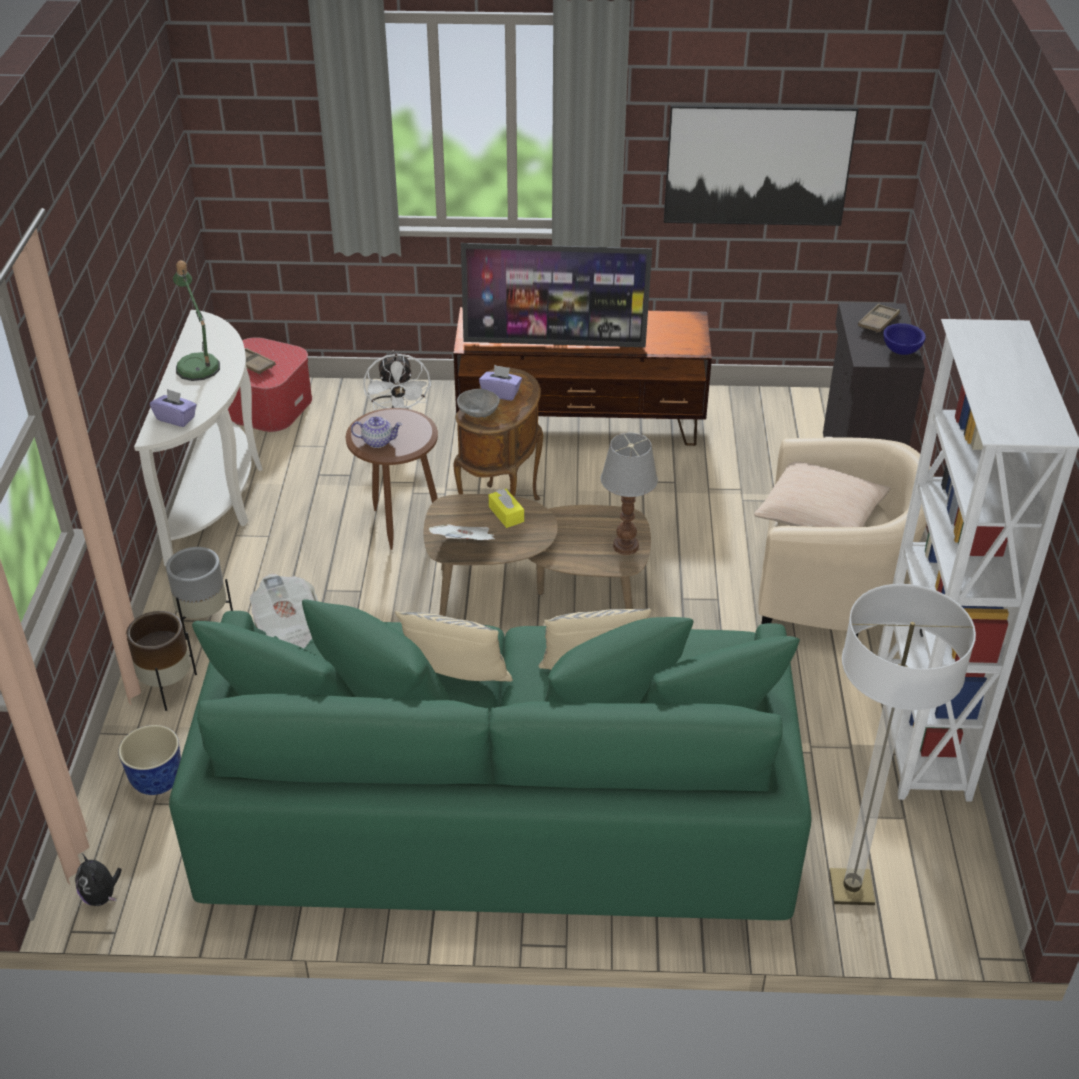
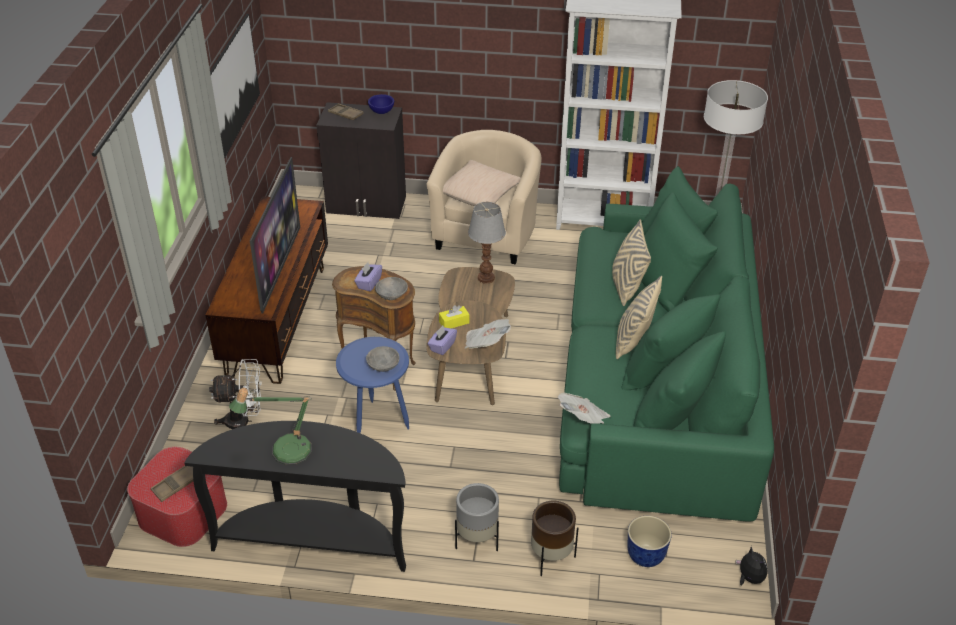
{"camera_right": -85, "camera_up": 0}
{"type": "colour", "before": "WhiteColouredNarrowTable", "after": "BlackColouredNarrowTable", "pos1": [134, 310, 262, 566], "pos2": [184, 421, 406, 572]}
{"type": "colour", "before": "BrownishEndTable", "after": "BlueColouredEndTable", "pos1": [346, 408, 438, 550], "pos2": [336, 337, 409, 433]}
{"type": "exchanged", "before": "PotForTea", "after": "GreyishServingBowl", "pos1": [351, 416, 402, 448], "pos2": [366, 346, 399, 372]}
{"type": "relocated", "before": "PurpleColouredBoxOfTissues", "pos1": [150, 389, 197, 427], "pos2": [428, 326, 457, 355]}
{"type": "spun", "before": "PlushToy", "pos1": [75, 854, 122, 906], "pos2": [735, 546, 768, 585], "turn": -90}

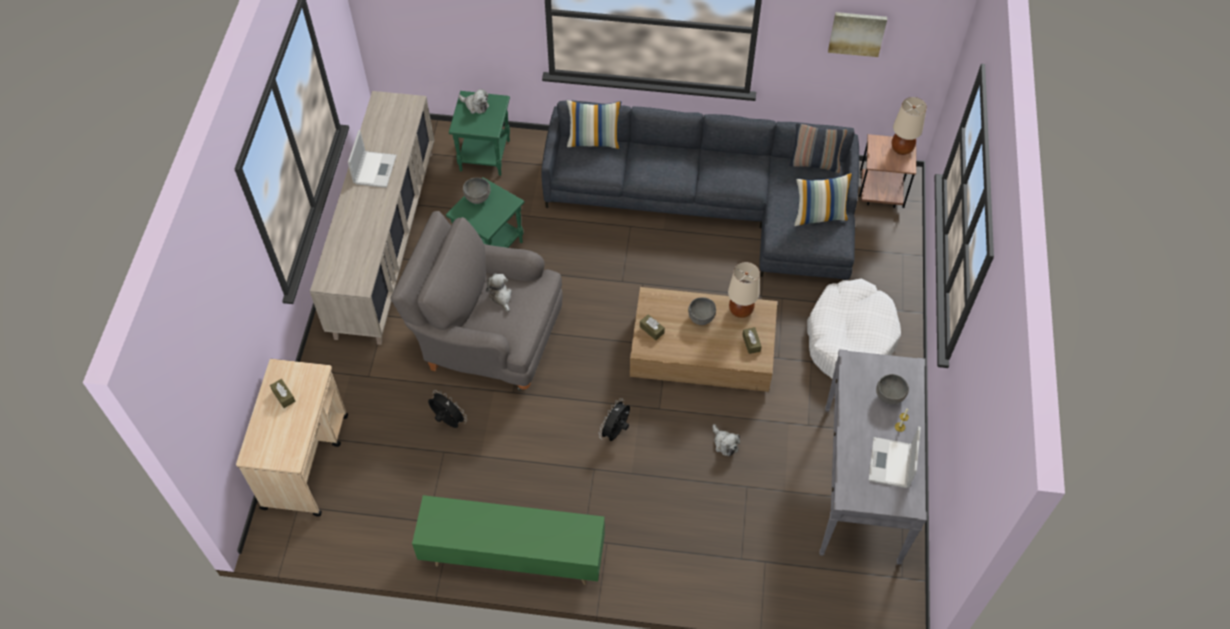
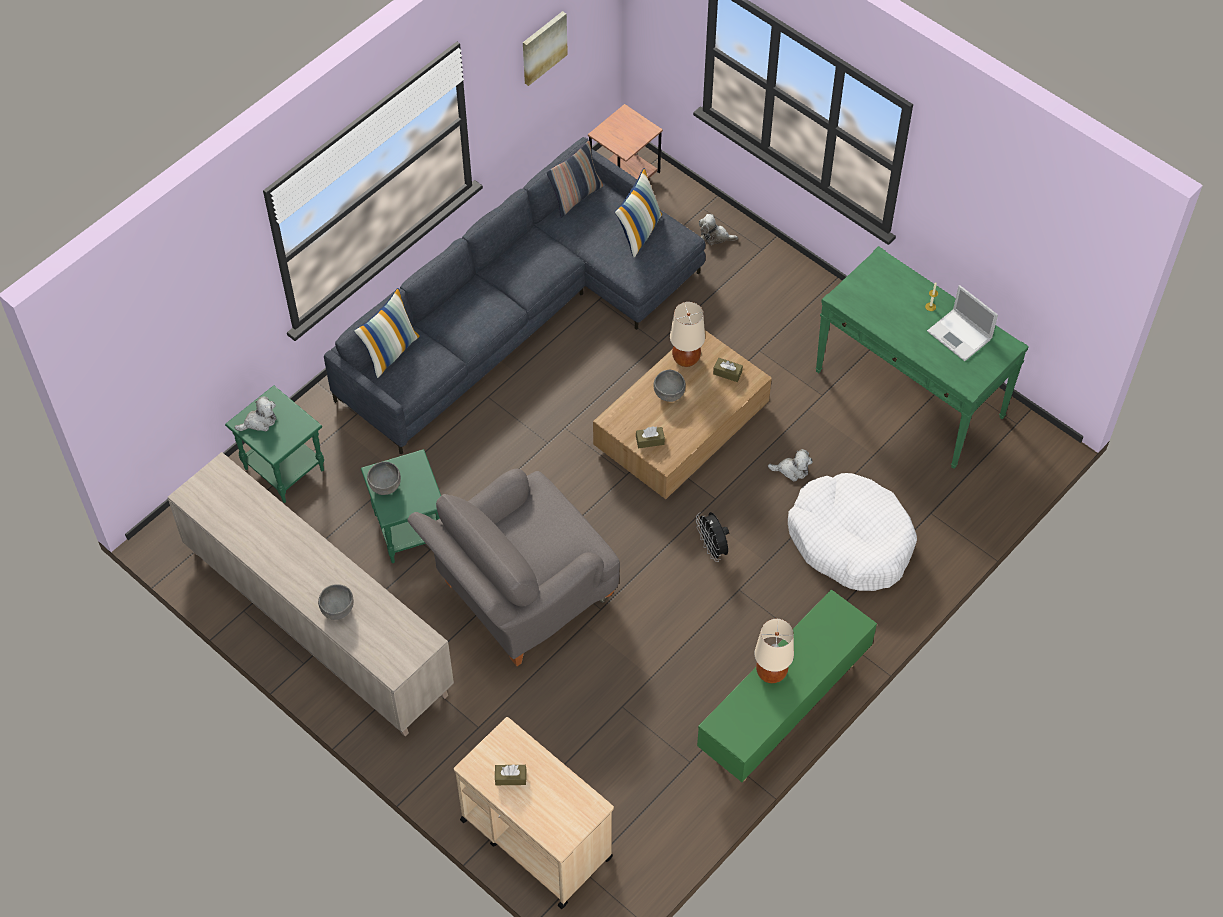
{"camera_right": -55, "camera_up": 0}
{"type": "relocated", "before": "GreyishServingBowl", "pos1": [876, 374, 909, 405], "pos2": [318, 584, 354, 620]}
{"type": "relocated", "before": "PlushToy", "pos1": [486, 274, 512, 312], "pos2": [699, 214, 738, 245]}
{"type": "relocated", "before": "SandColouredTabletopLamp", "pos1": [892, 97, 927, 155], "pos2": [755, 619, 794, 683]}
{"type": "relocated", "before": "WhiteColouredDogCushion", "pos1": [807, 279, 901, 379], "pos2": [788, 473, 917, 591]}
{"type": "colour", "before": "GreyishNarrowTable", "after": "GreenColouredNarrowTable", "pos1": [820, 349, 927, 565], "pos2": [815, 246, 1029, 469]}
{"type": "missing", "before": "Laptop", "pos1": [348, 130, 397, 188]}
{"type": "missing", "before": "BlackColouredFan", "pos1": [428, 390, 467, 428]}

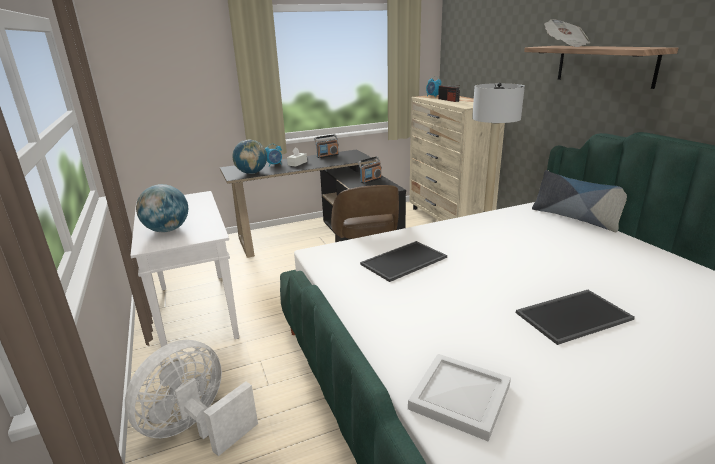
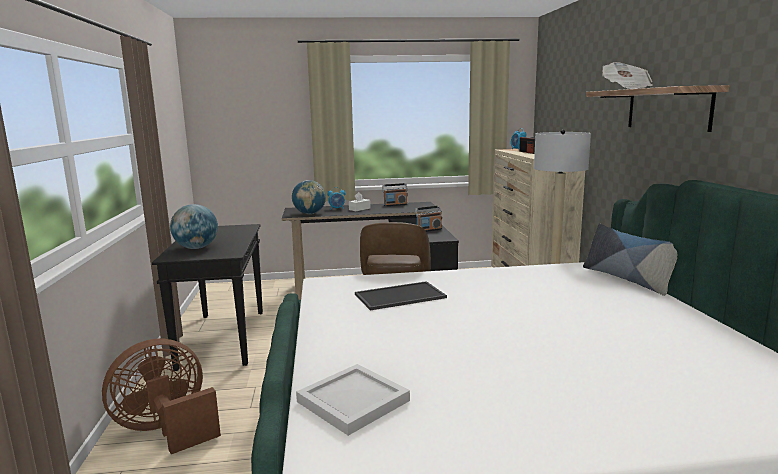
{"camera_right": 15, "camera_up": -10}
{"type": "colour", "before": "WhiteColouredFan", "after": "BrownishFan", "pos1": [125, 340, 258, 456], "pos2": [102, 339, 221, 454]}
{"type": "colour", "before": "WhiteColouredNarrowTable", "after": "BlackColouredNarrowTable", "pos1": [130, 191, 239, 347], "pos2": [152, 224, 263, 371]}
{"type": "missing", "before": "CarryingTray", "pos1": [516, 290, 635, 345]}

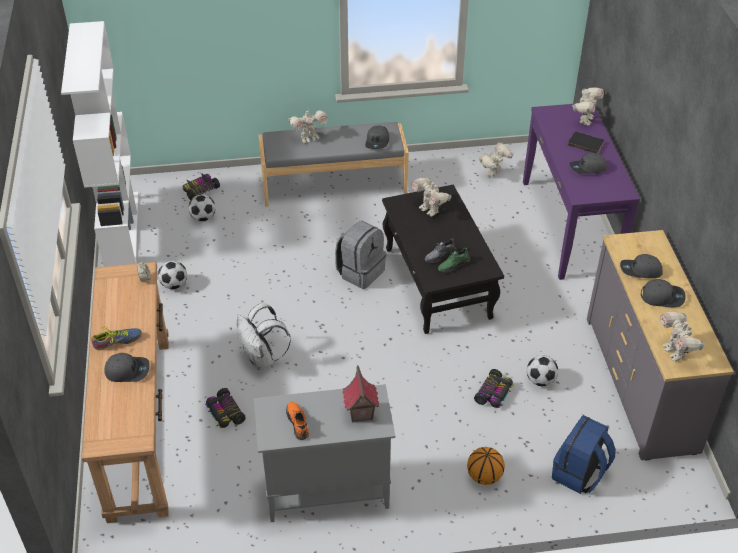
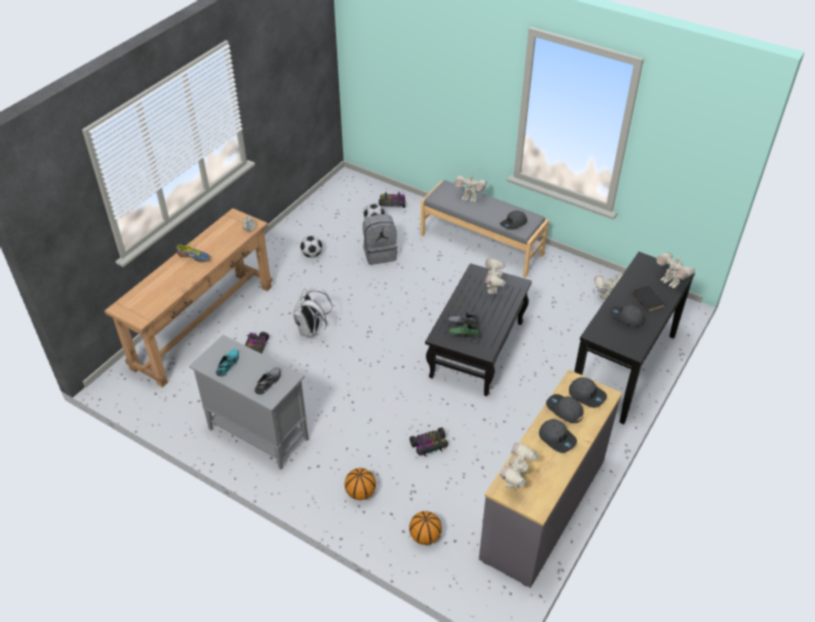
{"camera_right": 40, "camera_up": 0}
{"type": "colour", "before": "OrangeyLowShoe", "after": "BlueGreenLowShoe", "pos1": [286, 402, 309, 440], "pos2": [216, 349, 239, 376]}
{"type": "exchanged", "before": "MiniatureHouse", "after": "GreyishLowShoe", "pos1": [342, 365, 379, 423], "pos2": [255, 367, 281, 395]}
{"type": "relocated", "before": "GreyishBackpack", "pos1": [335, 221, 387, 289], "pos2": [363, 214, 398, 265]}
{"type": "exchanged", "before": "BlueColouredBackpack", "after": "BallForBasketball", "pos1": [552, 415, 616, 494], "pos2": [409, 511, 442, 545]}
{"type": "relocated", "before": "GreyishPeakedCap", "pos1": [104, 353, 150, 382], "pos2": [569, 377, 607, 408]}
{"type": "colour", "before": "PurpleColouredNarrowTable", "after": "BlackColouredNarrowTable", "pos1": [523, 104, 640, 280], "pos2": [574, 252, 695, 424]}
{"type": "spun", "before": "ModelRobot", "pos1": [572, 87, 604, 126], "pos2": [656, 252, 695, 288], "turn": 75}
{"type": "missing", "before": "WhiteColouredShelvingUnit", "pos1": [61, 21, 138, 267]}
{"type": "missing", "before": "Football", "pos1": [527, 355, 558, 386]}

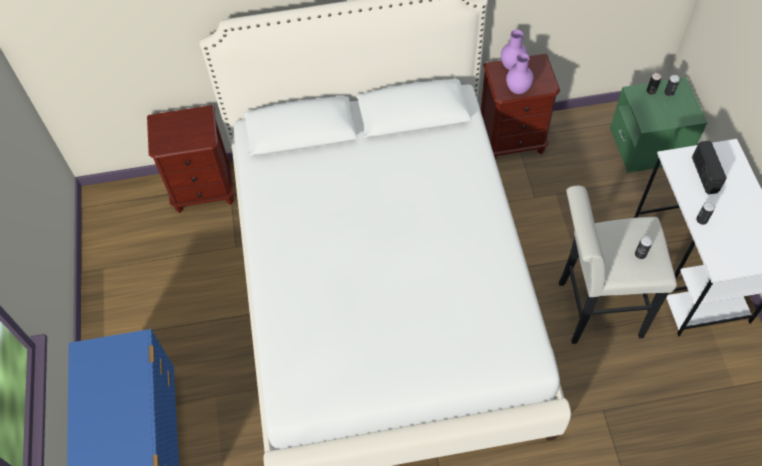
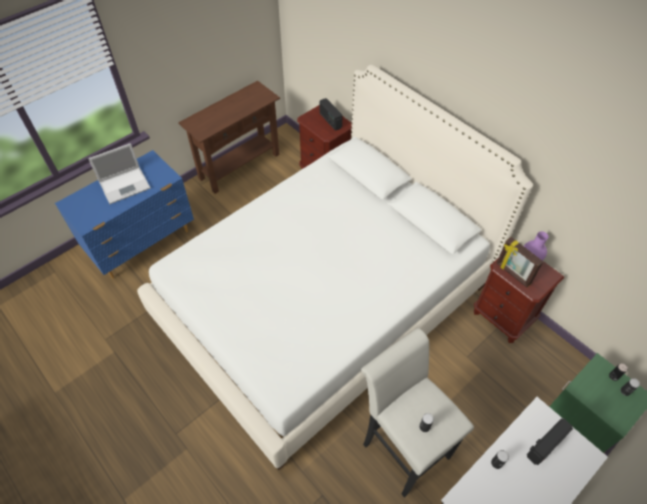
{"camera_right": 55, "camera_up": -5}
{"type": "appeared", "after": "Laptop", "pos2": [88, 143, 151, 204]}
{"type": "appeared", "after": "BrownishNarrowTable", "pos2": [178, 81, 280, 194]}
{"type": "appeared", "after": "RadioSet", "pos2": [320, 98, 343, 130]}
{"type": "exchanged", "before": "PurpleColouredDecorativeVase", "after": "PictureFrame", "pos1": [506, 53, 533, 94], "pos2": [497, 237, 543, 287]}

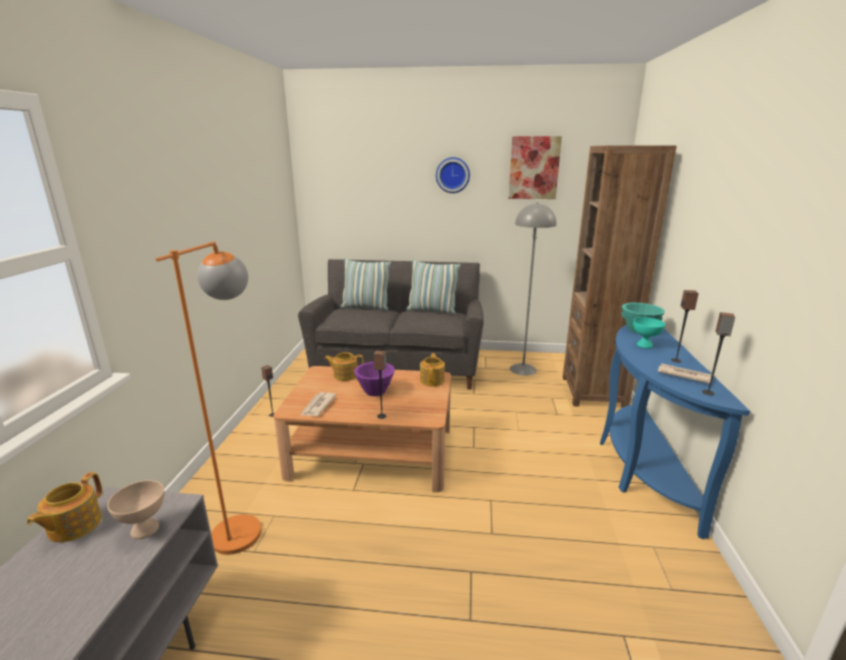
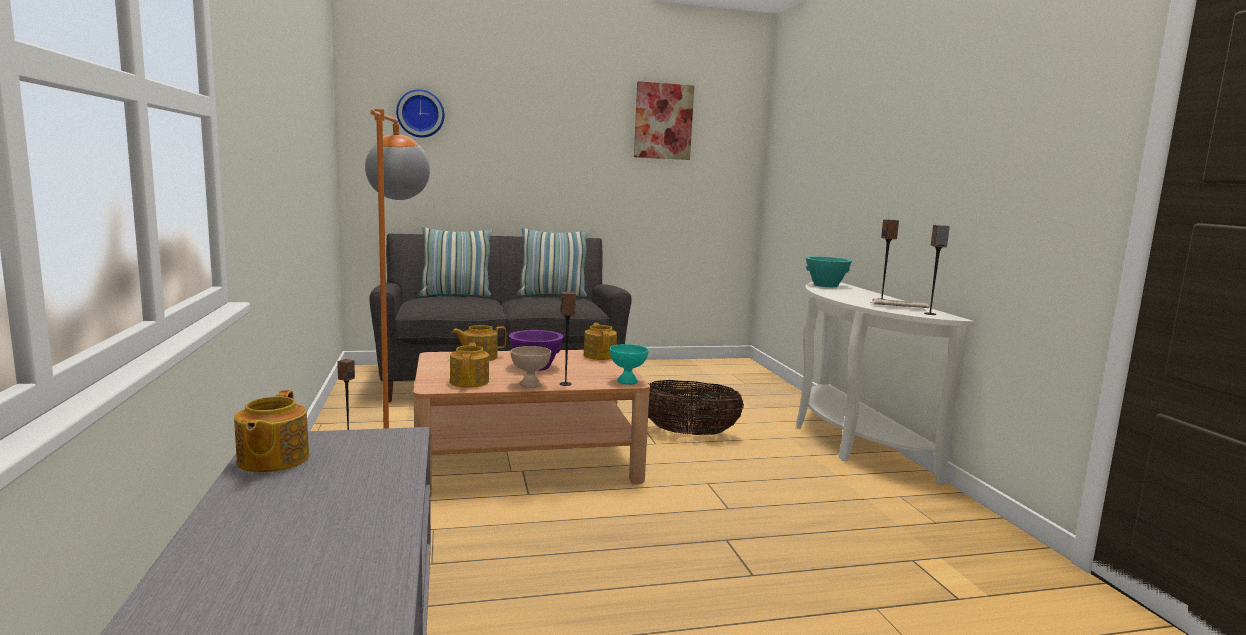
{"camera_right": -20, "camera_up": -10}
{"type": "relocated", "before": "ClockOnTheWall", "pos1": [436, 157, 470, 193], "pos2": [396, 89, 445, 138]}
{"type": "exchanged", "before": "PrintedPaper", "after": "PotForTea", "pos1": [300, 392, 337, 416], "pos2": [450, 343, 489, 388]}
{"type": "relocated", "before": "SandColouredServingBowl", "pos1": [107, 480, 164, 539], "pos2": [510, 346, 551, 388]}
{"type": "relocated", "before": "BlueGreenServingBowl", "pos1": [633, 317, 665, 348], "pos2": [609, 344, 649, 385]}
{"type": "appeared", "after": "Basket", "pos2": [648, 380, 744, 435]}
{"type": "colour", "before": "BlueColouredNarrowTable", "after": "WhiteColouredNarrowTable", "pos1": [600, 324, 750, 539], "pos2": [796, 282, 975, 485]}
{"type": "missing", "before": "GreyishFloorLamp", "pos1": [510, 203, 556, 375]}
{"type": "missing", "before": "BrownishShelvingUnit", "pos1": [563, 145, 677, 408]}

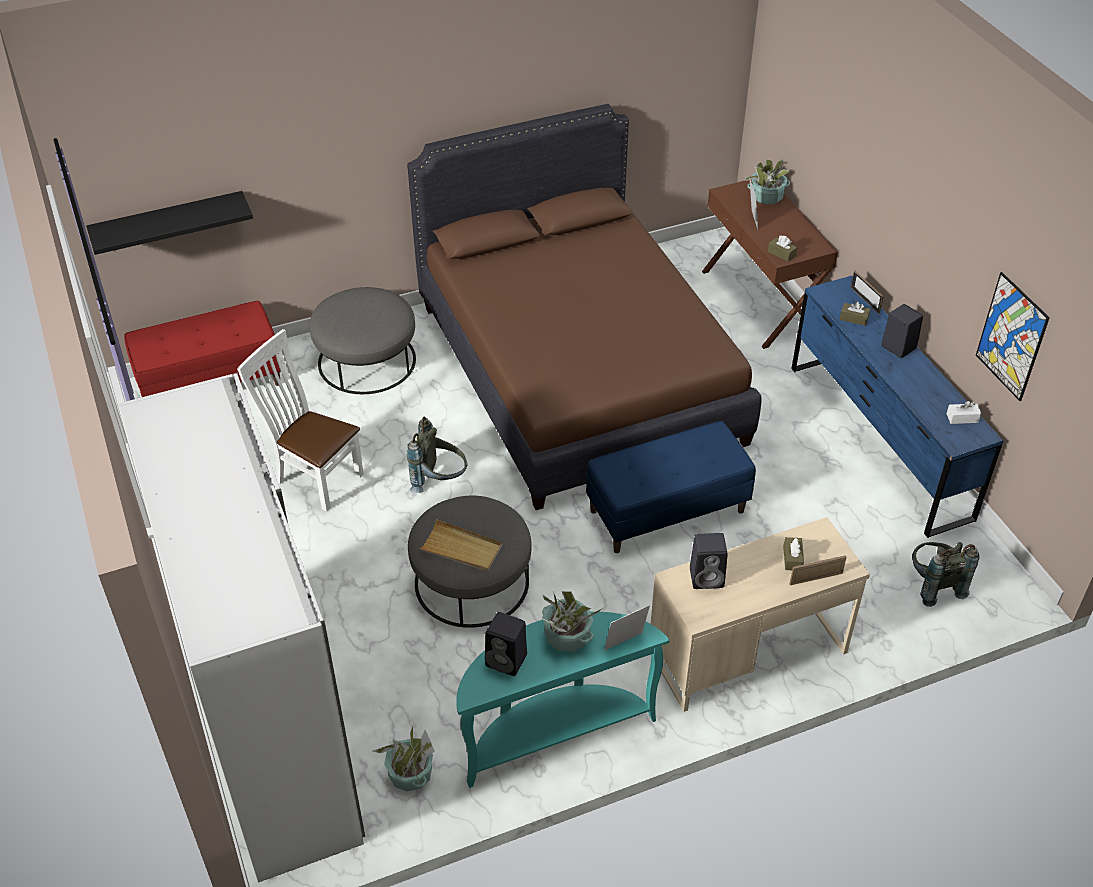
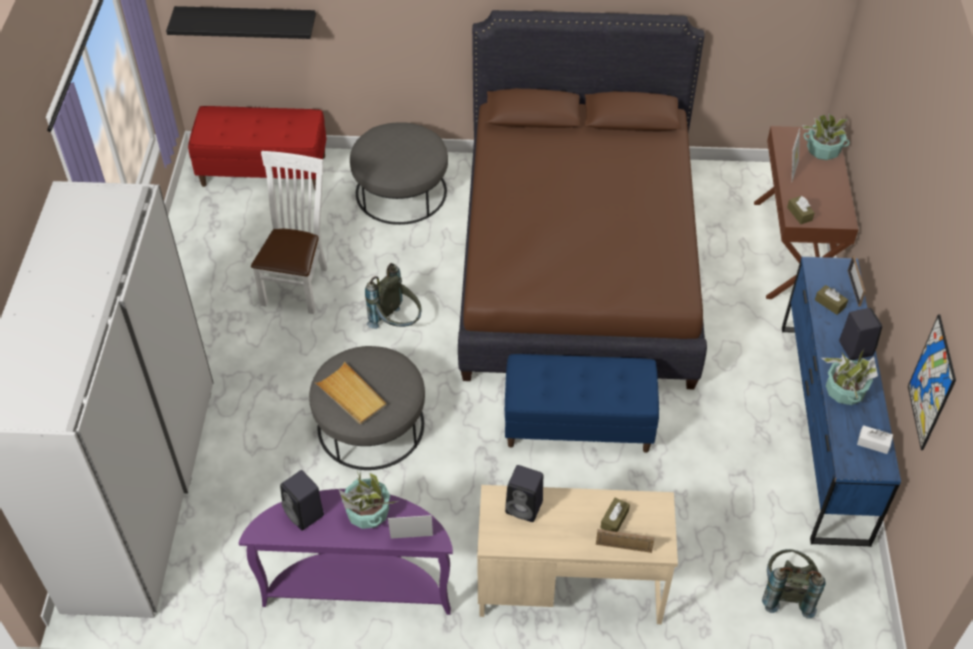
{"camera_right": 25, "camera_up": 5}
{"type": "colour", "before": "BlueGreenNarrowTable", "after": "PurpleColouredNarrowTable", "pos1": [456, 612, 670, 788], "pos2": [239, 489, 453, 615]}
{"type": "spun", "before": "WhiteColouredChair", "pos1": [237, 329, 364, 512], "pos2": [251, 151, 327, 314], "turn": 45}
{"type": "relocated", "before": "PlantInAPot", "pos1": [373, 726, 435, 791], "pos2": [821, 349, 878, 405]}

